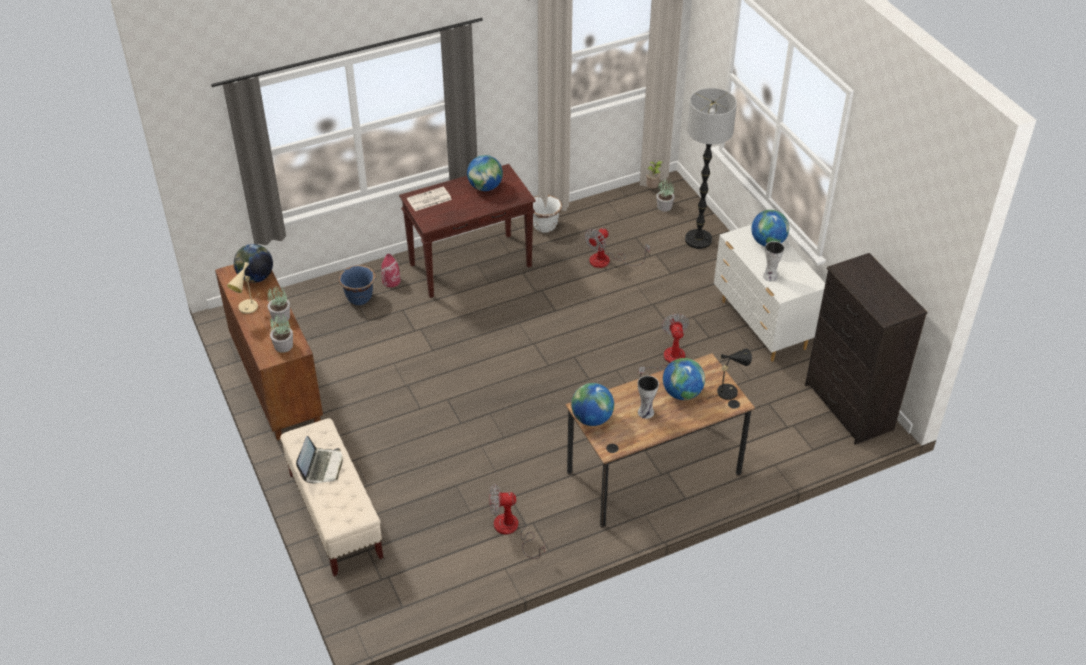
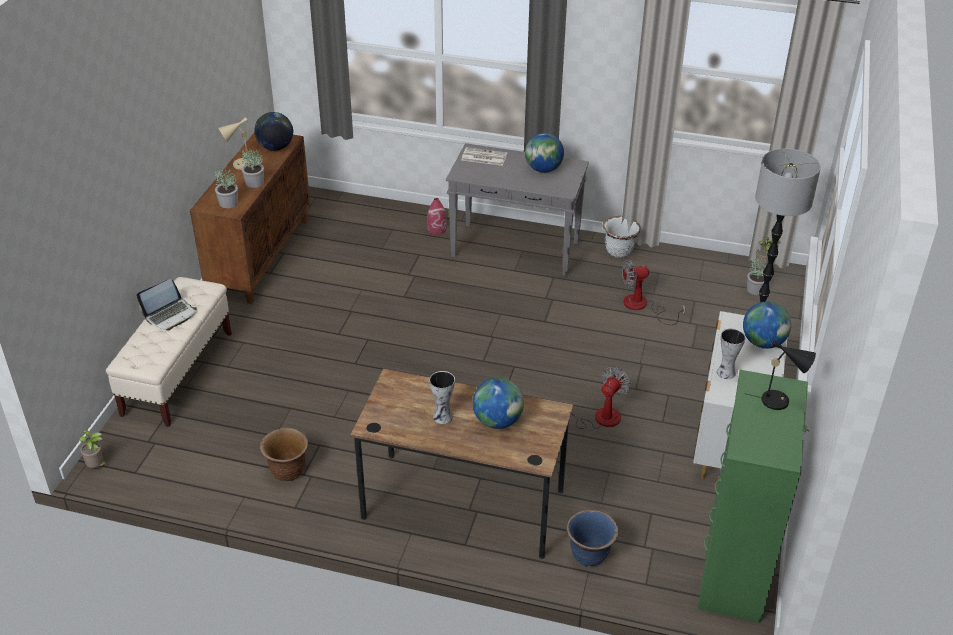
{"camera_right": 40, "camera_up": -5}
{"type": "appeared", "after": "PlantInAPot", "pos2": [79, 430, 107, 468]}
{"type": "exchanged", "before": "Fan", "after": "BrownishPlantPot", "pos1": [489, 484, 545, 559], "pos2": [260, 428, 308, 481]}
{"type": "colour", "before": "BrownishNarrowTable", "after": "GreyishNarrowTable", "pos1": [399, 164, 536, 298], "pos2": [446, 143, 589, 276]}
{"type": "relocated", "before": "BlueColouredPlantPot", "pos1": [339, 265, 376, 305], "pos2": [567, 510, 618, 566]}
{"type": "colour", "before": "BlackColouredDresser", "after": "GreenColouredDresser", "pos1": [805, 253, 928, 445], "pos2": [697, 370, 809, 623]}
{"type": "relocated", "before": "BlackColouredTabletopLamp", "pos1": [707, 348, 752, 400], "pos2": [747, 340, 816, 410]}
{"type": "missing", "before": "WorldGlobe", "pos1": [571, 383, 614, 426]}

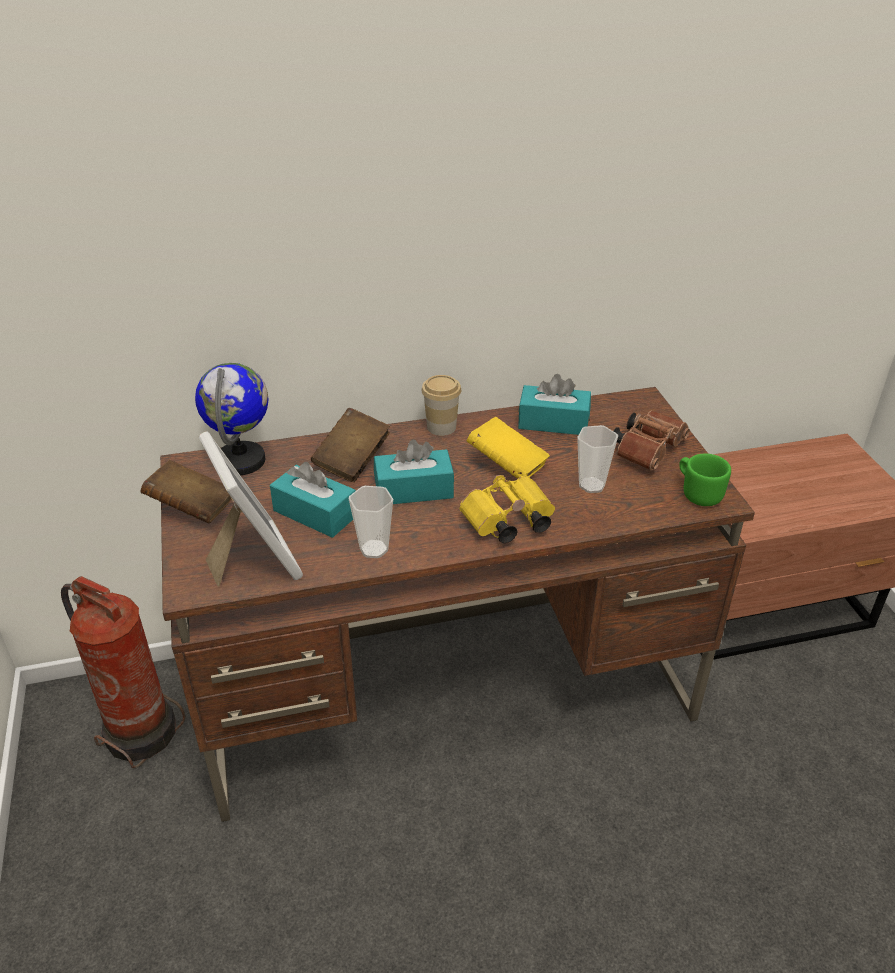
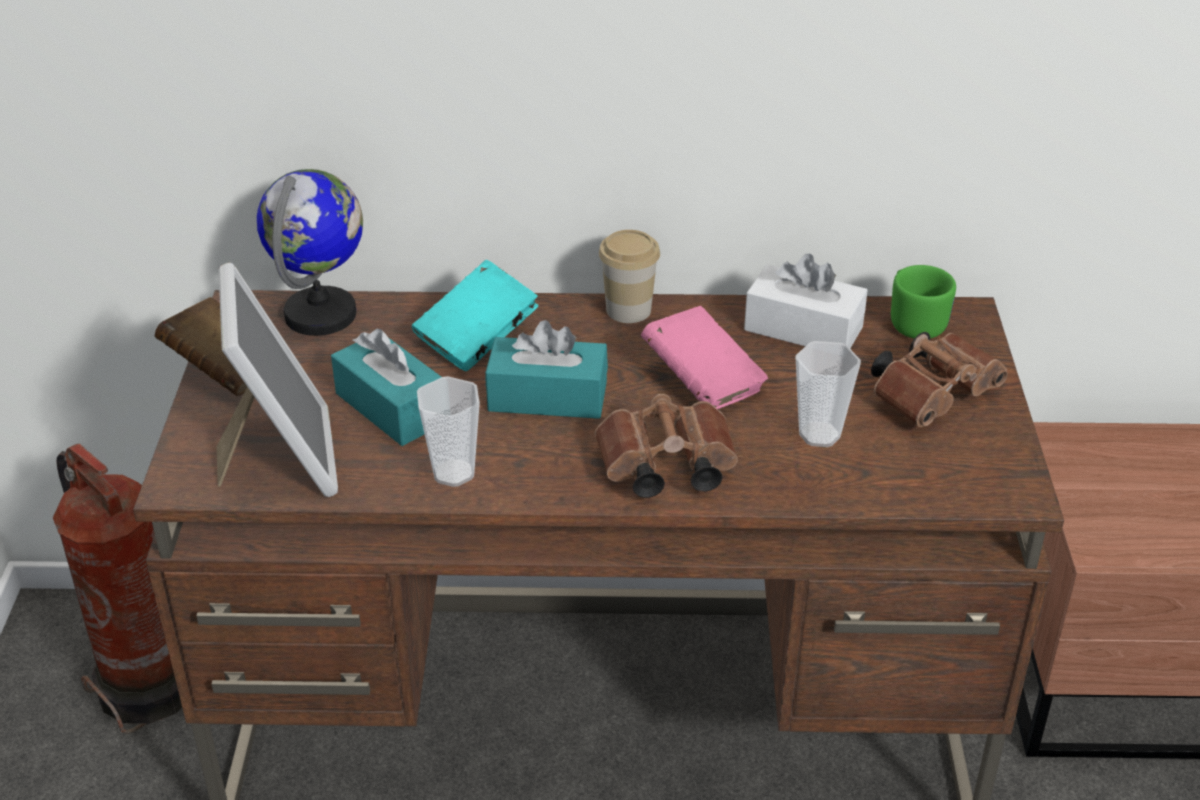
{"camera_right": 15, "camera_up": 0}
{"type": "colour", "before": "BrownishBook", "after": "BlueGreenBook", "pos1": [311, 408, 390, 482], "pos2": [412, 260, 538, 371]}
{"type": "colour", "before": "YellowColouredPairOfBinoculars", "after": "BrownishPairOfBinoculars", "pos1": [459, 475, 555, 543], "pos2": [595, 394, 738, 498]}
{"type": "colour", "before": "YellowColouredBook", "after": "PinkColouredBook", "pos1": [467, 417, 550, 479], "pos2": [641, 306, 768, 409]}
{"type": "colour", "before": "BlueGreenBoxOfTissues", "after": "WhiteColouredBoxOfTissues", "pos1": [518, 374, 591, 435], "pos2": [744, 254, 868, 348]}
{"type": "relocated", "before": "GreenColouredMug", "pos1": [679, 454, 731, 506], "pos2": [891, 265, 956, 339]}

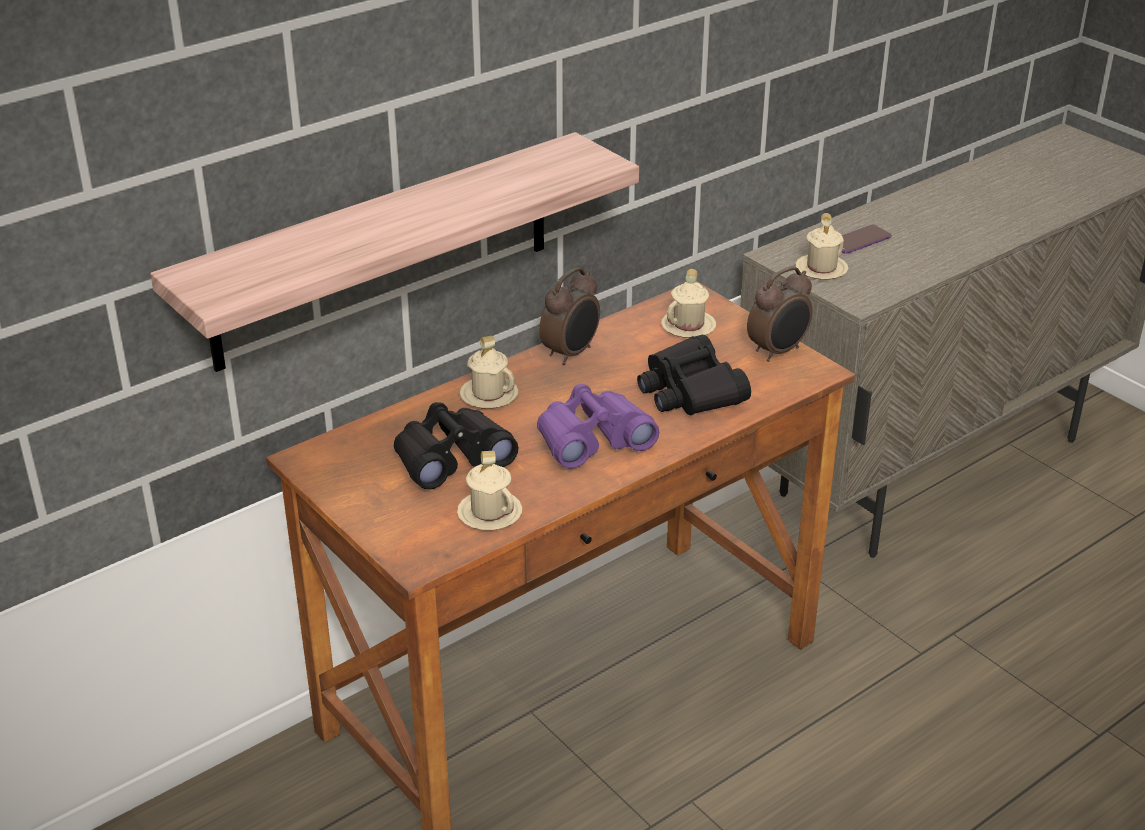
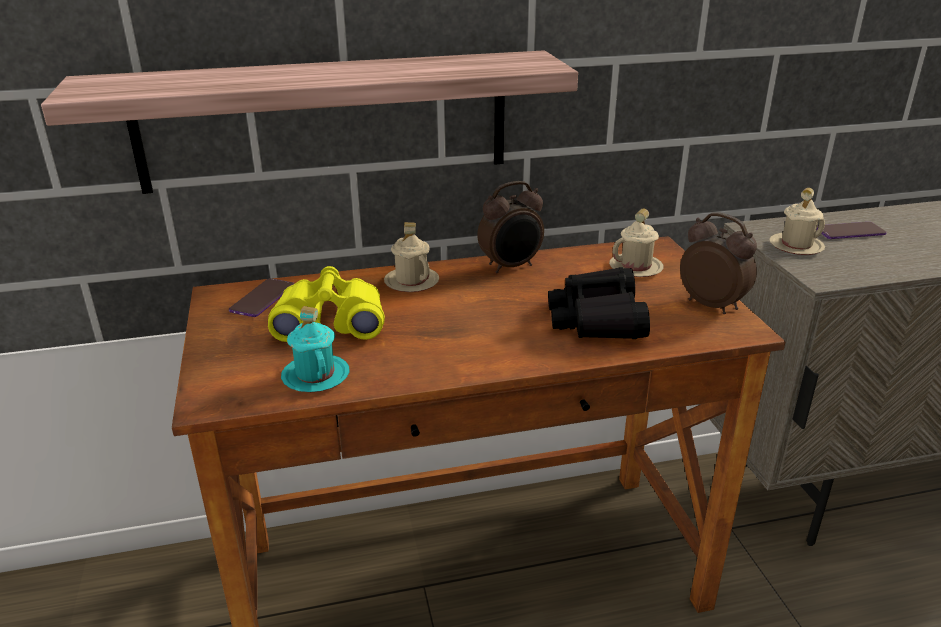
{"camera_right": 25, "camera_up": -5}
{"type": "appeared", "after": "Handset", "pos2": [229, 278, 294, 317]}
{"type": "colour", "before": "BlackColouredPairOfBinoculars", "after": "YellowColouredPairOfBinoculars", "pos1": [394, 402, 518, 490], "pos2": [268, 266, 385, 342]}
{"type": "colour", "before": "SandColouredMug", "after": "BlueGreenMug", "pos1": [457, 451, 522, 530], "pos2": [281, 306, 350, 393]}
{"type": "spun", "before": "BedsideClock", "pos1": [747, 266, 813, 362], "pos2": [680, 212, 757, 314], "turn": -120}
{"type": "missing", "before": "PurpleColouredPairOfBinoculars", "pos1": [537, 384, 659, 469]}

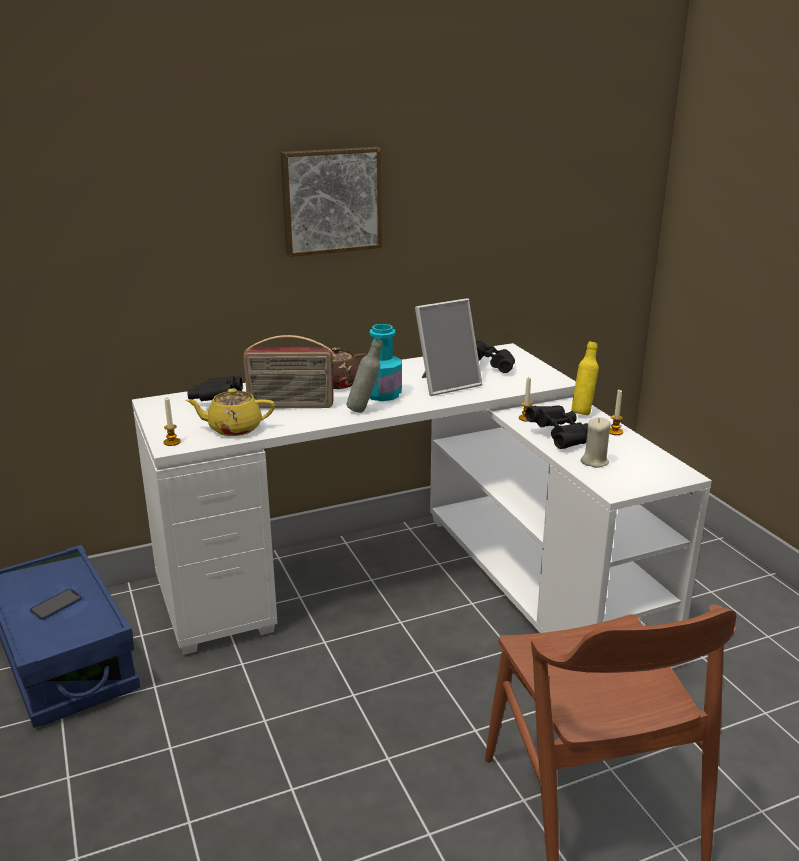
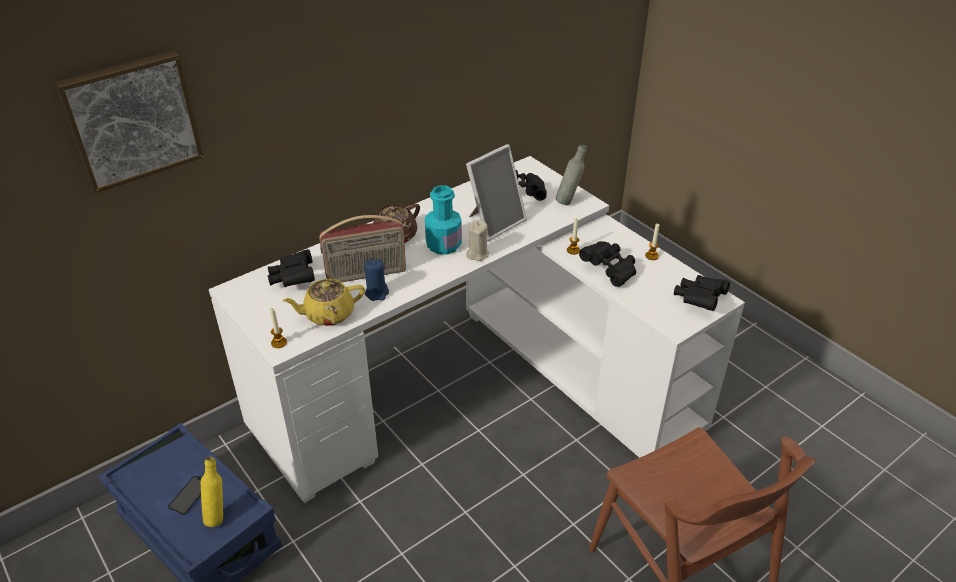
{"camera_right": -15, "camera_up": 15}
{"type": "relocated", "before": "WallArt", "pos1": [281, 147, 382, 257], "pos2": [54, 50, 204, 194]}
{"type": "relocated", "before": "YellowColouredBeverageBottle", "pos1": [571, 341, 599, 415], "pos2": [200, 457, 223, 527]}
{"type": "appeared", "after": "BlueColouredCandle", "pos2": [364, 259, 389, 301]}
{"type": "relocated", "before": "SandColouredCandle", "pos1": [580, 417, 610, 468], "pos2": [466, 220, 489, 261]}
{"type": "relocated", "before": "GreyishBeverageBottle", "pos1": [347, 338, 382, 413], "pos2": [556, 144, 587, 205]}
{"type": "appeared", "after": "BlackColouredPairOfBinoculars", "pos2": [674, 275, 730, 311]}

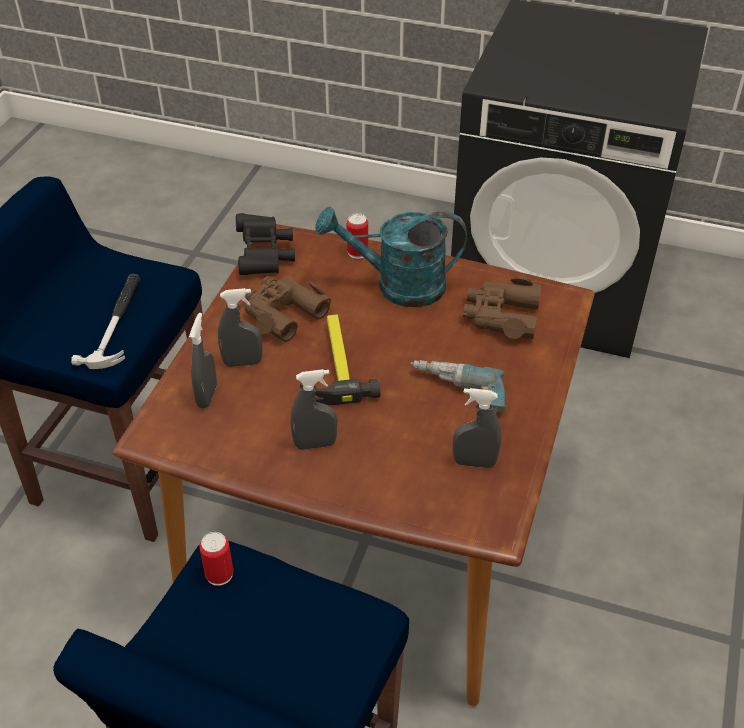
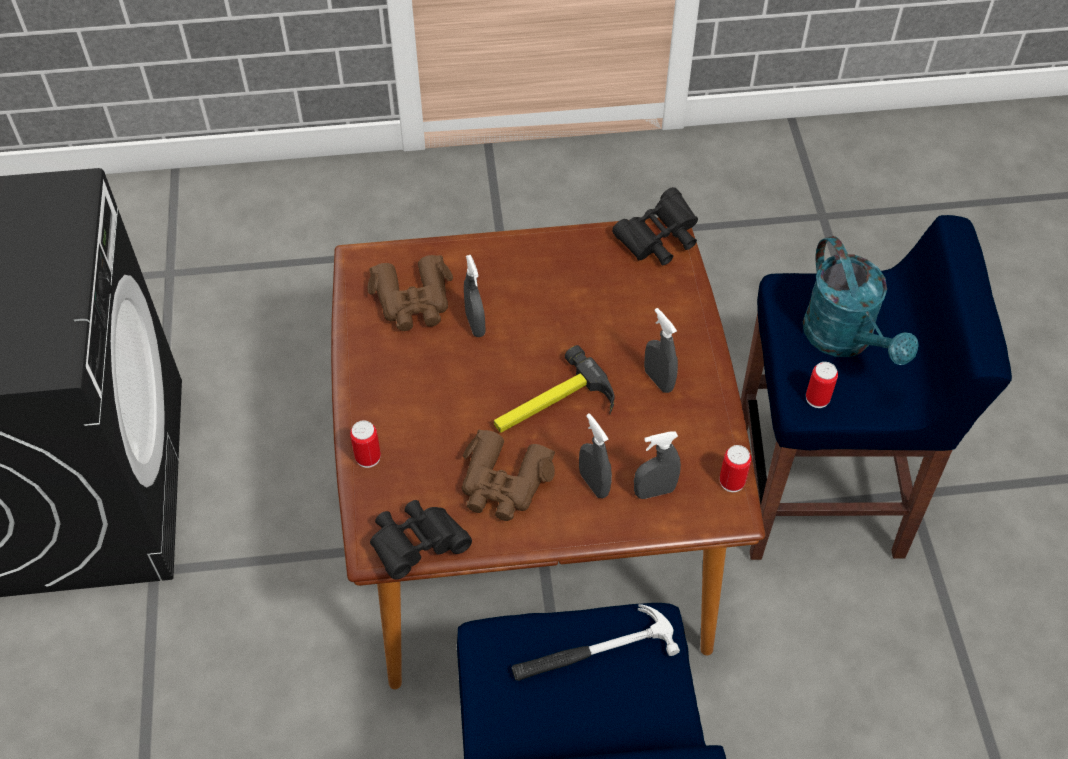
{"camera_right": -115, "camera_up": 10}
{"type": "relocated", "before": "GreyishSprayer", "pos1": [453, 388, 501, 468], "pos2": [464, 255, 486, 337]}
{"type": "appeared", "after": "BlackColouredPairOfBinoculars", "pos2": [612, 187, 698, 265]}
{"type": "appeared", "after": "MetalCan", "pos2": [720, 445, 751, 492]}
{"type": "relocated", "before": "BlueGreenWateringCan", "pos1": [316, 207, 467, 307], "pos2": [803, 236, 919, 365]}
{"type": "missing", "before": "Drill", "pos1": [411, 360, 505, 414]}

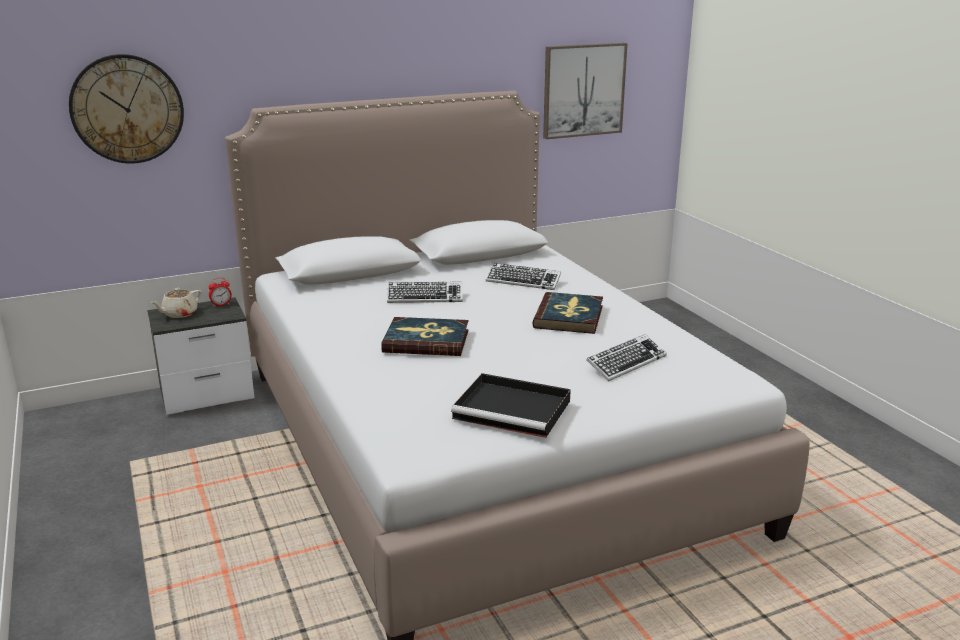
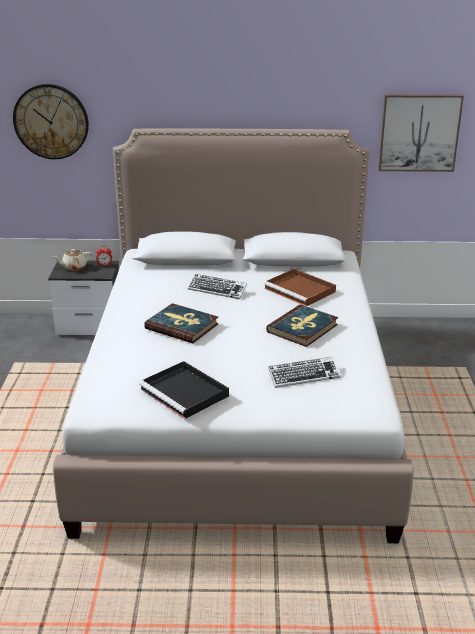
{"camera_right": 25, "camera_up": 5}
{"type": "exchanged", "before": "ComputerKeyboard", "after": "BrownishCarryingTray", "pos1": [486, 263, 561, 290], "pos2": [264, 269, 336, 307]}

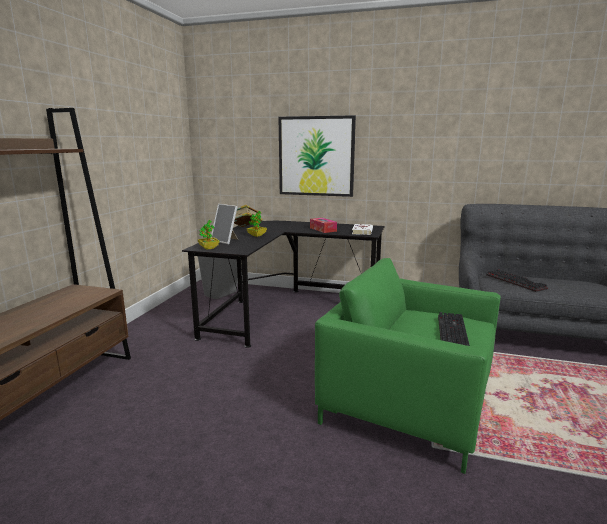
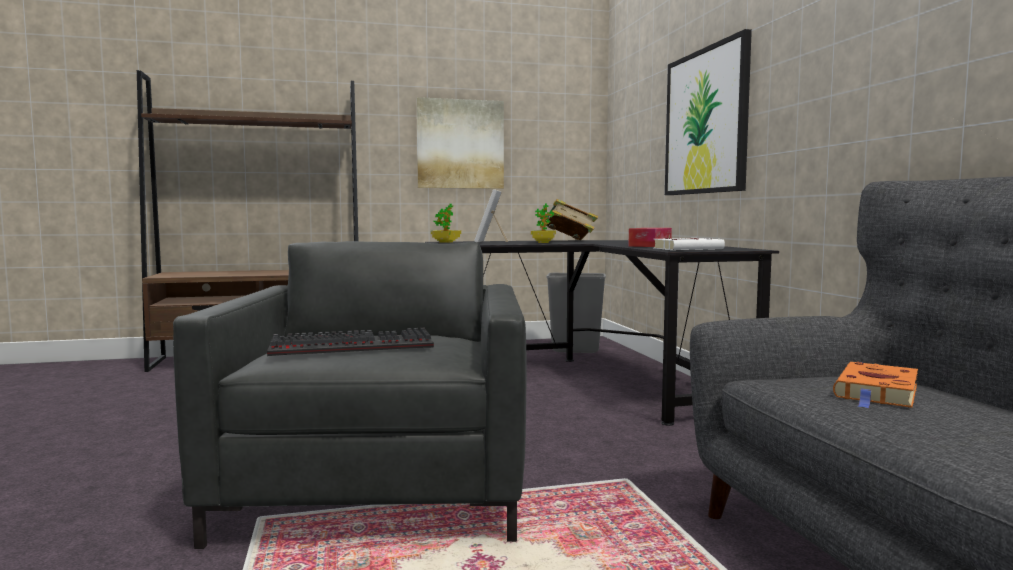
{"camera_right": 60, "camera_up": -10}
{"type": "colour", "before": "GreenColouredArmchair", "after": "GreyishArmchair", "pos1": [315, 258, 501, 474], "pos2": [173, 241, 526, 549]}
{"type": "appeared", "after": "WallArt", "pos2": [416, 97, 504, 189]}
{"type": "exchanged", "before": "ComputerKeyboard", "after": "OrangeyBook", "pos1": [486, 269, 548, 292], "pos2": [833, 362, 918, 408]}

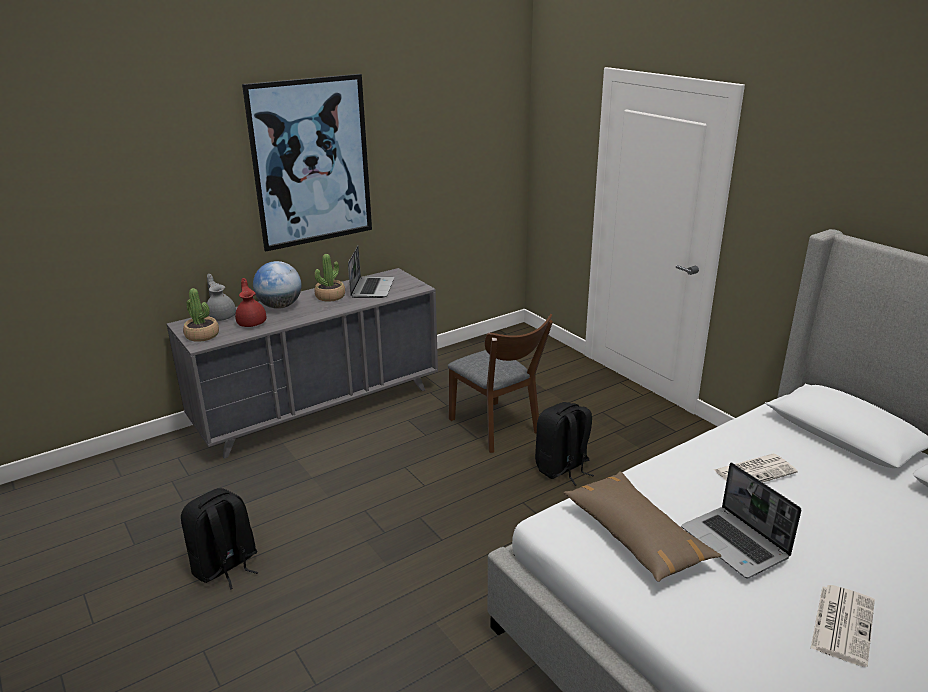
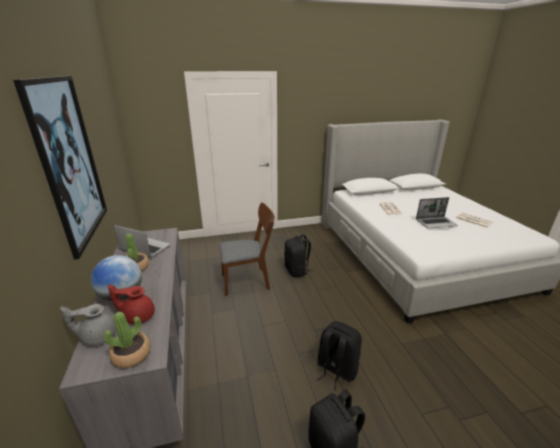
{"camera_right": -70, "camera_up": 0}
{"type": "appeared", "after": "BlackColouredBackpack", "pos2": [317, 321, 362, 390]}
{"type": "missing", "before": "BrownishPillow", "pos1": [563, 471, 721, 582]}

